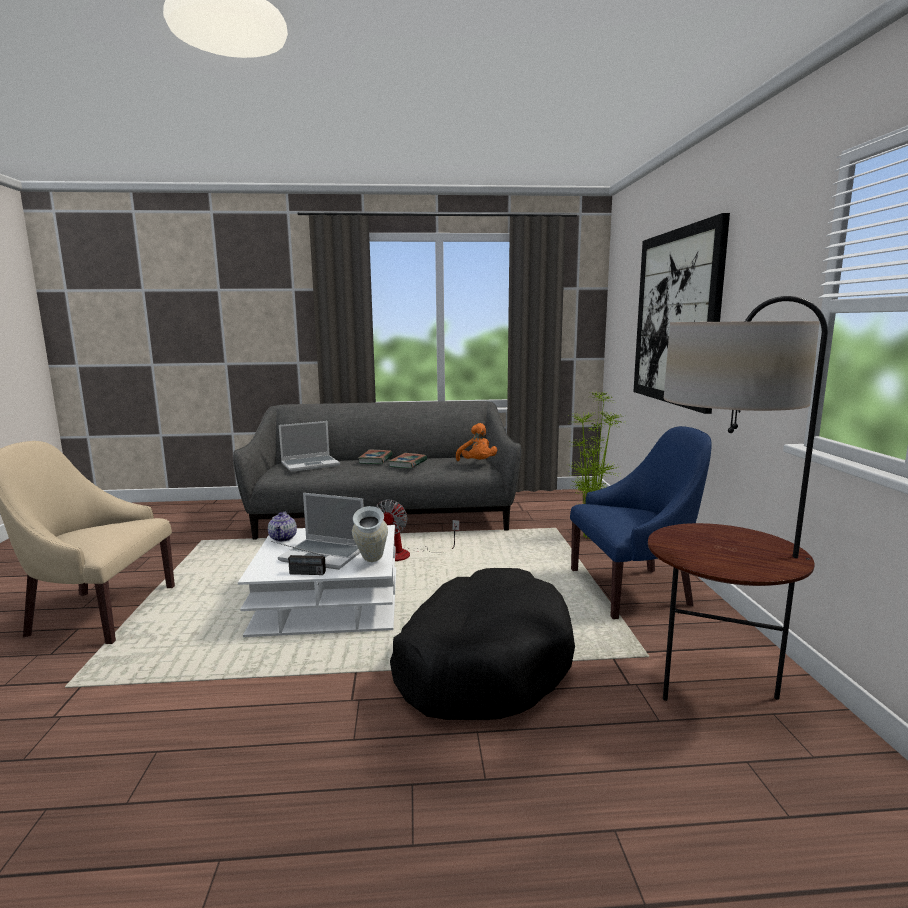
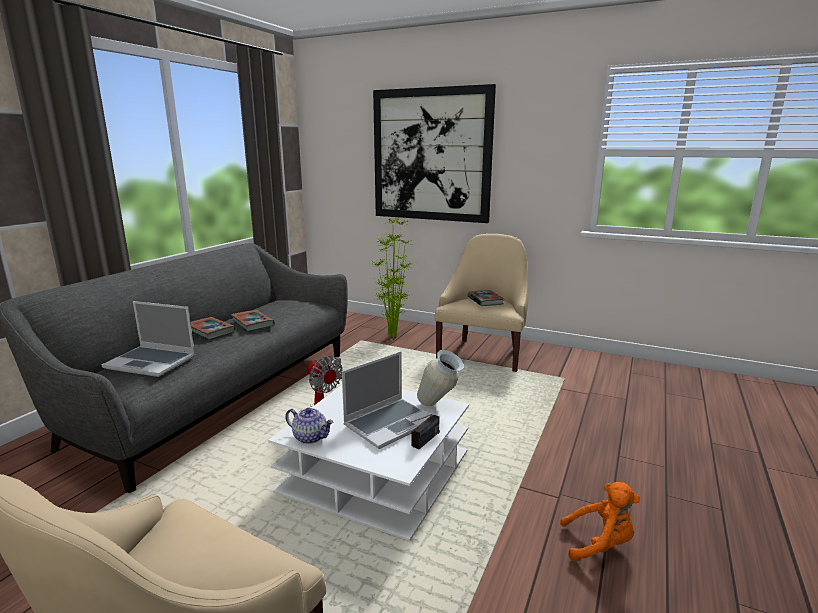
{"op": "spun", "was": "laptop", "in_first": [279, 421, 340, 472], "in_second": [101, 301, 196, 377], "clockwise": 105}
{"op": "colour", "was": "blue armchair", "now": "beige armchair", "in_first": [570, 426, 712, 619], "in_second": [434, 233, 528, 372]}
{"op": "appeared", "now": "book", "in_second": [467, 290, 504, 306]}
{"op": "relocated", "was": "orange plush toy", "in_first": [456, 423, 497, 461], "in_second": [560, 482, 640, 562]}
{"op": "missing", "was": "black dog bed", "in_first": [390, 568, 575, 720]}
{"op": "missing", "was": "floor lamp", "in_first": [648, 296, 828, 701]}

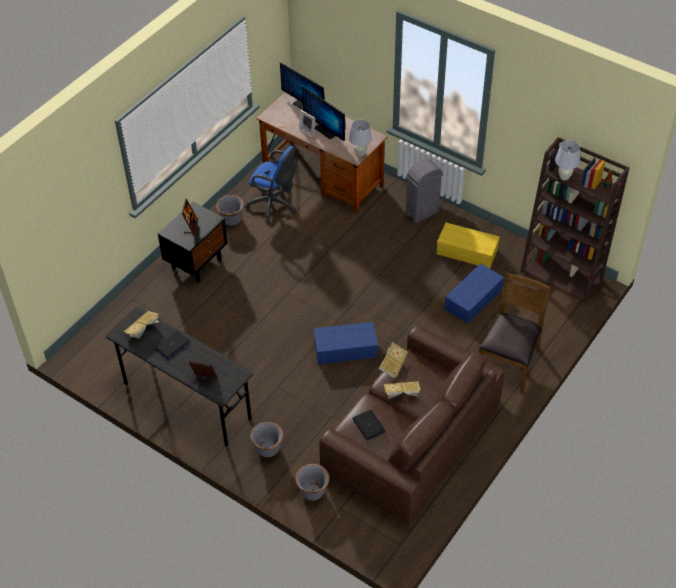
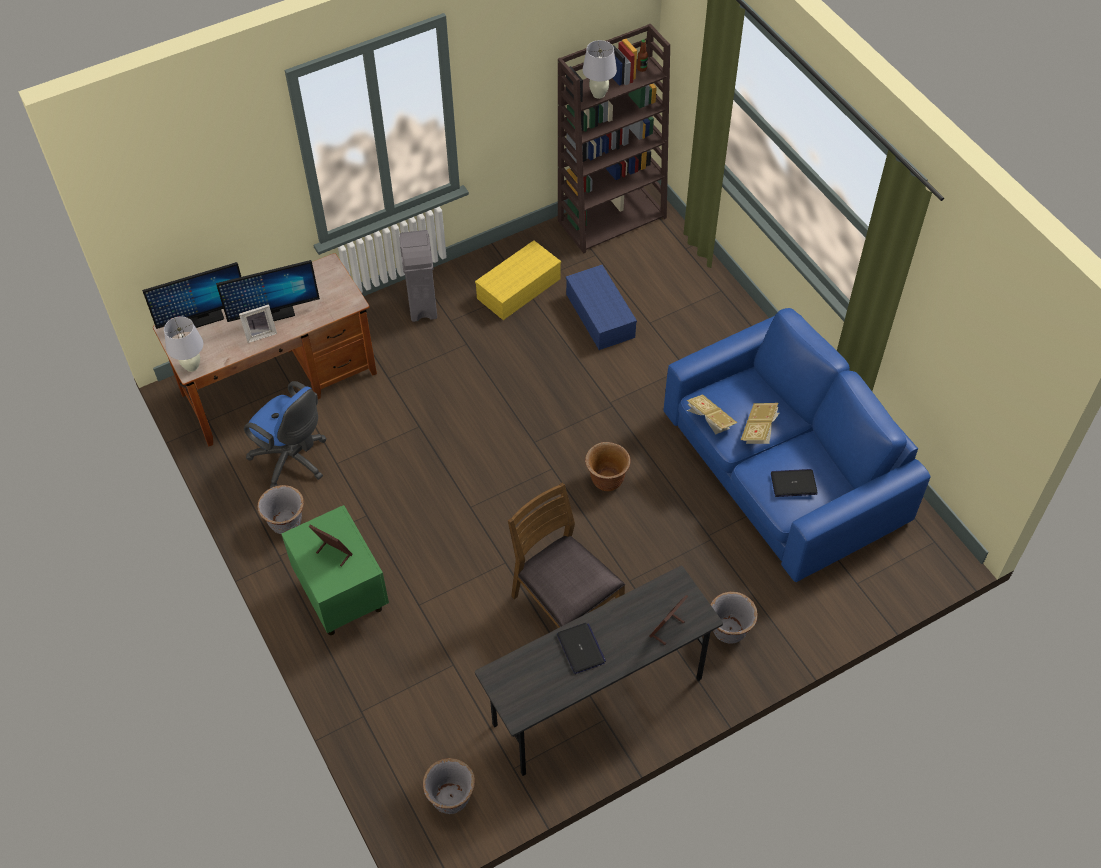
{"op": "relocated", "was": "white table lamp", "in_first": [349, 120, 372, 157], "in_second": [164, 317, 203, 372]}
{"op": "spun", "was": "blue office chair", "in_first": [245, 146, 296, 222], "in_second": [244, 381, 326, 488], "clockwise": 75}
{"op": "colour", "was": "black nightstand", "now": "green nightstand", "in_first": [158, 202, 228, 283], "in_second": [282, 505, 389, 635]}
{"op": "relocated", "was": "grey planter", "in_first": [295, 464, 330, 501], "in_second": [423, 758, 475, 814]}
{"op": "relocated", "was": "brown chair", "in_first": [479, 273, 551, 393], "in_second": [508, 483, 625, 628]}
{"op": "exchanged", "was": "blue storage box", "now": "brown planter", "in_first": [313, 322, 378, 364], "in_second": [585, 442, 630, 491]}
{"op": "colour", "was": "brown sofa", "now": "blue sofa", "in_first": [319, 325, 505, 524], "in_second": [664, 308, 931, 582]}
{"op": "missing", "was": "book", "in_first": [124, 311, 159, 339]}

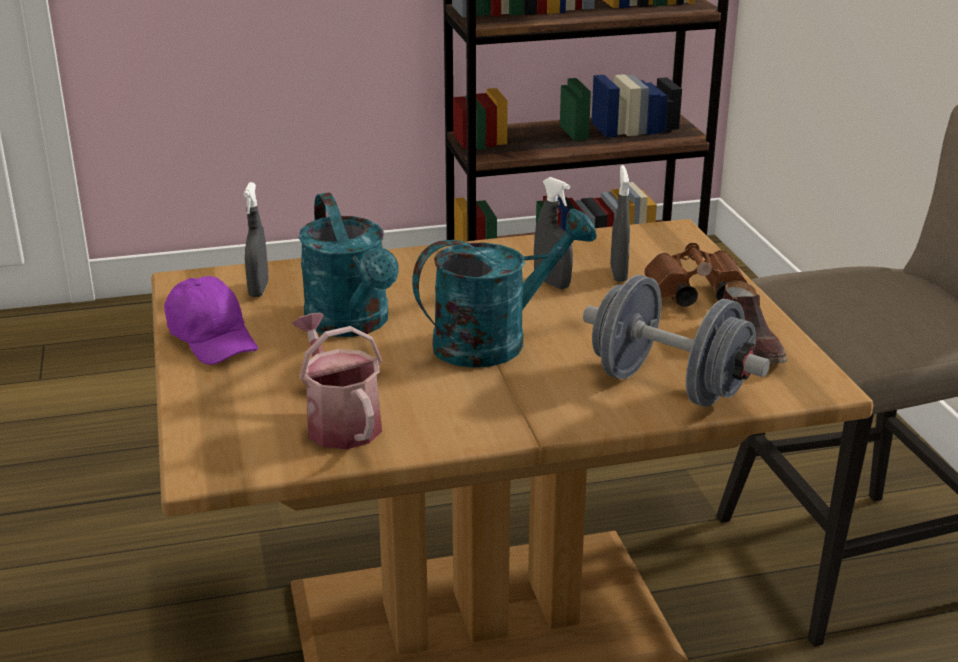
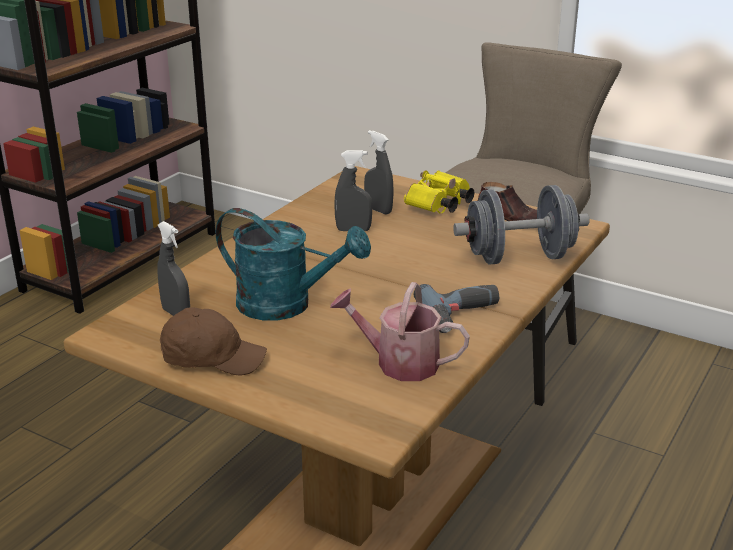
{"op": "colour", "was": "purple cap", "now": "brown cap", "in_first": [164, 276, 258, 365], "in_second": [160, 307, 267, 375]}
{"op": "colour", "was": "brown binoculars", "now": "yellow binoculars", "in_first": [644, 242, 747, 307], "in_second": [404, 170, 474, 213]}
{"op": "appeared", "now": "power drill", "in_second": [414, 284, 499, 333]}
{"op": "missing", "was": "turquoise watering can", "in_first": [412, 209, 597, 368]}

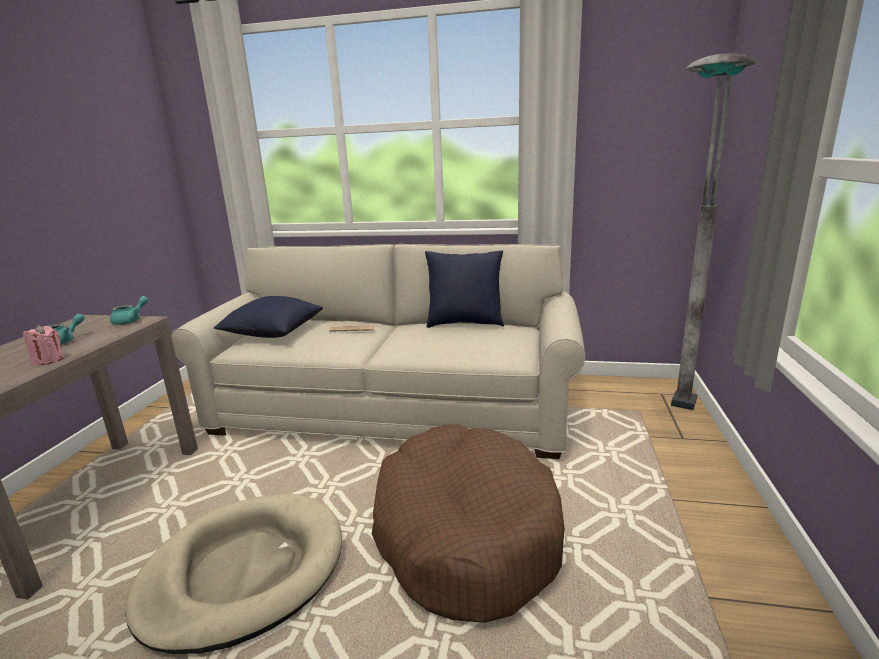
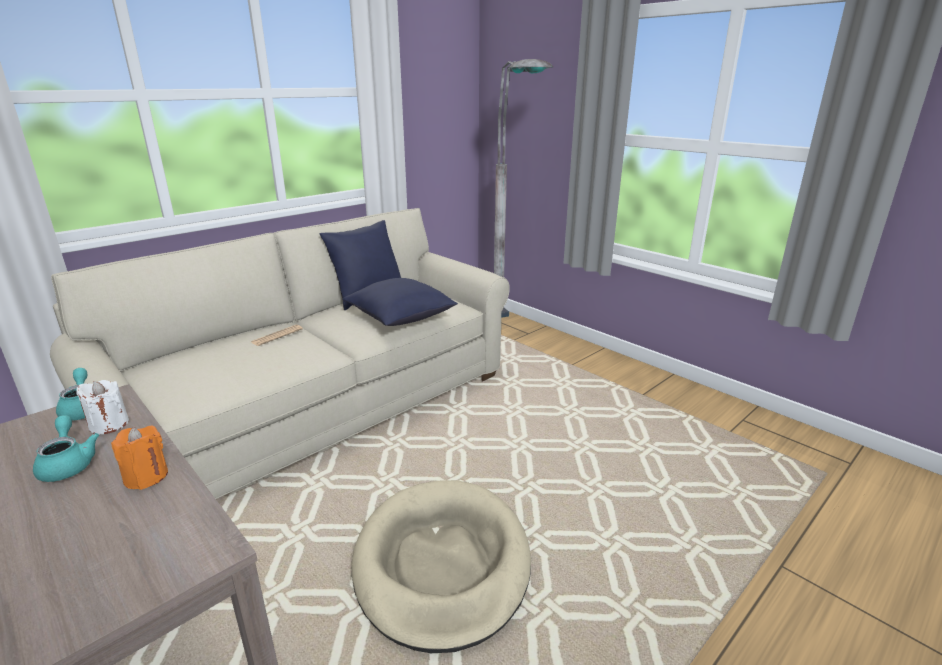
{"op": "appeared", "now": "white candle", "in_second": [76, 380, 129, 434]}
{"op": "colour", "was": "pink candle", "now": "orange candle", "in_first": [23, 325, 64, 365], "in_second": [111, 426, 168, 490]}
{"op": "relocated", "was": "blue pillow", "in_first": [214, 296, 323, 338], "in_second": [342, 278, 458, 326]}
{"op": "missing", "was": "brown dog bed", "in_first": [372, 424, 565, 623]}

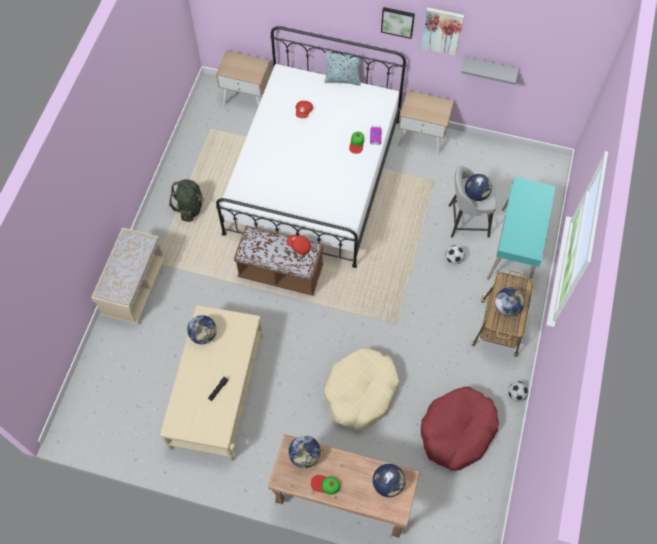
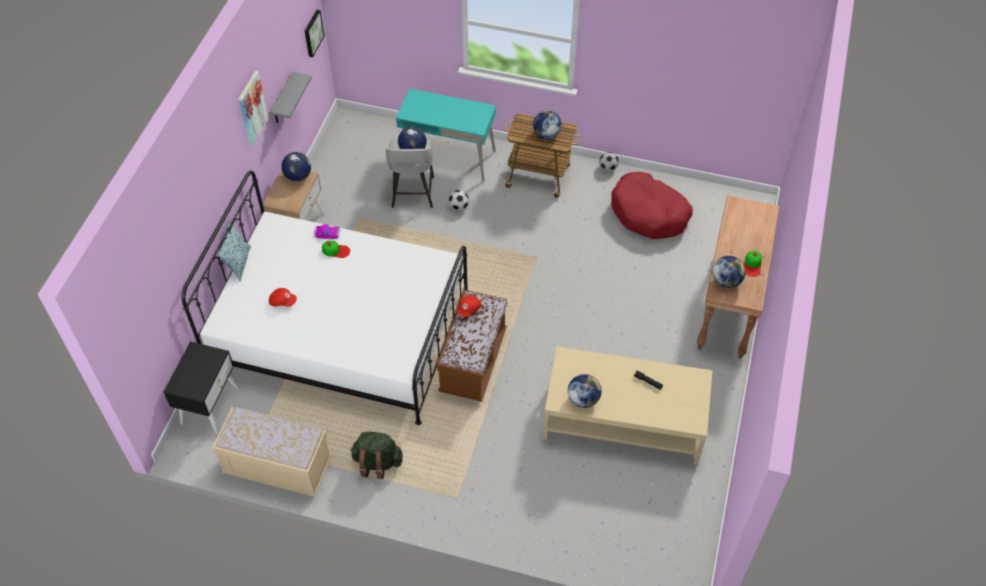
{"op": "colour", "was": "beige nightstand", "now": "black nightstand", "in_first": [216, 50, 271, 106], "in_second": [163, 342, 240, 434]}
{"op": "relocated", "was": "beige bench", "in_first": [91, 228, 165, 325], "in_second": [212, 407, 332, 497]}
{"op": "relocated", "was": "globe", "in_first": [373, 464, 405, 497], "in_second": [282, 152, 311, 181]}
{"op": "relocated", "was": "picture", "in_first": [381, 7, 415, 39], "in_second": [305, 10, 324, 57]}
{"op": "missing", "was": "beige dog bed", "in_first": [324, 347, 399, 430]}

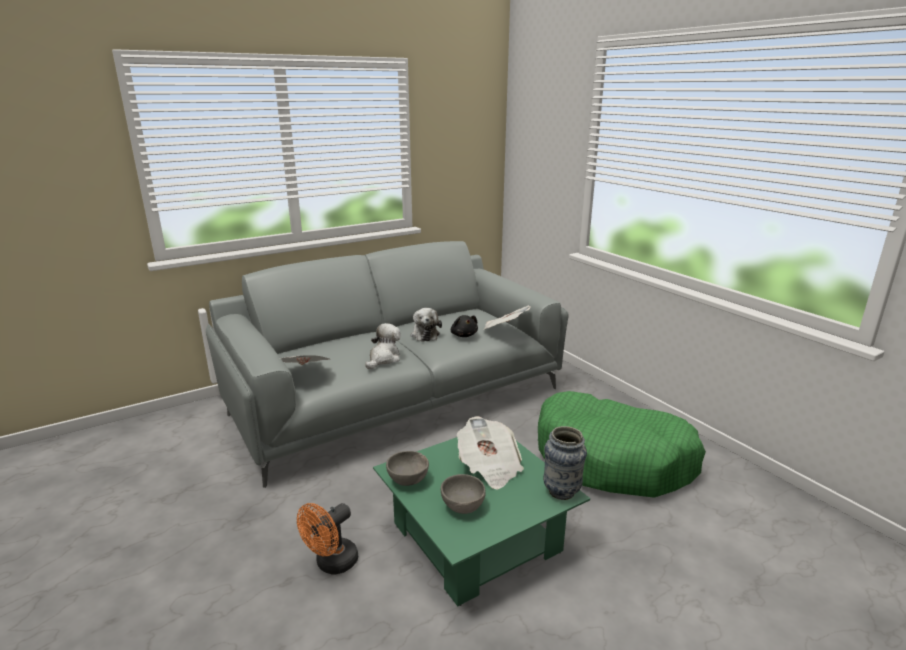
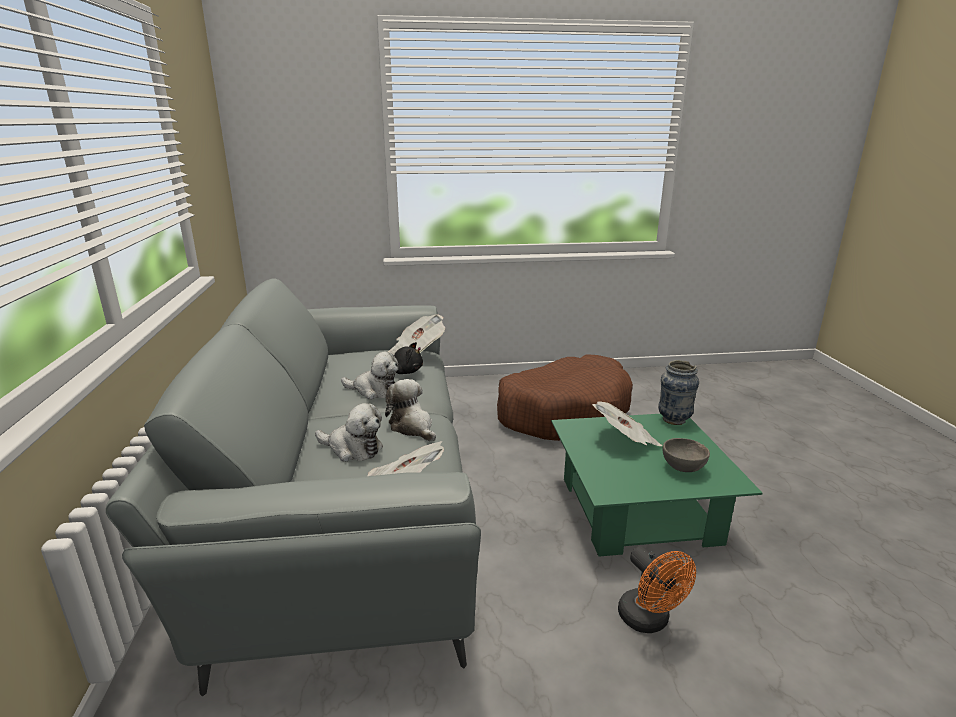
{"op": "appeared", "now": "plush toy", "in_second": [315, 403, 383, 462]}
{"op": "colour", "was": "green dog bed", "now": "brown dog bed", "in_first": [538, 391, 706, 498], "in_second": [497, 354, 633, 441]}
{"op": "missing", "was": "grey bowl", "in_first": [386, 451, 429, 486]}

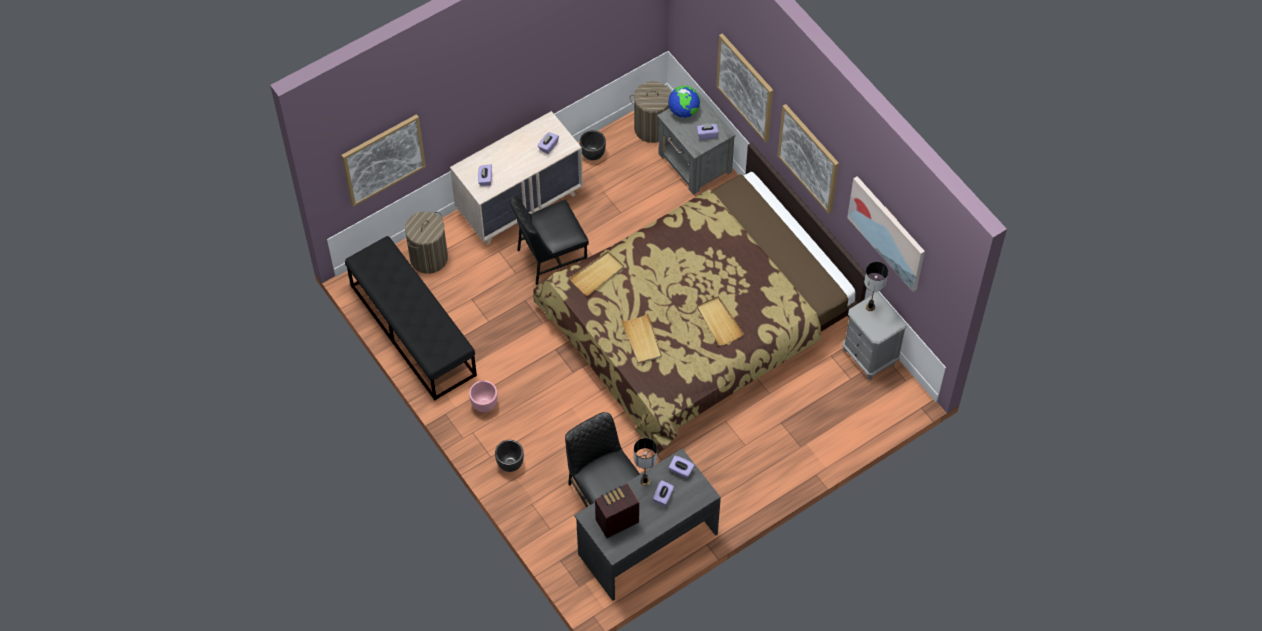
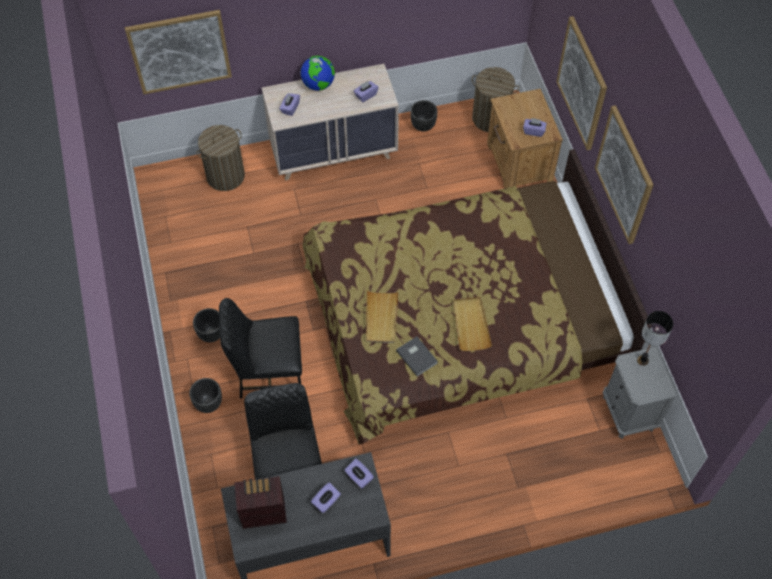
{"op": "colour", "was": "pink planter", "now": "black planter", "in_first": [469, 380, 498, 412], "in_second": [193, 308, 220, 342]}
{"op": "relocated", "was": "black chair", "in_first": [510, 196, 589, 285], "in_second": [219, 298, 302, 398]}
{"op": "relocated", "was": "globe", "in_first": [668, 86, 700, 118], "in_second": [300, 56, 335, 91]}
{"op": "appeared", "now": "grey book", "in_second": [396, 336, 438, 376]}
{"op": "colour", "was": "grey nightstand", "now": "brown nightstand", "in_first": [657, 92, 735, 195], "in_second": [487, 89, 563, 188]}
{"op": "missing", "was": "black bench", "in_first": [345, 236, 477, 400]}
{"op": "missing", "was": "beige tray", "in_first": [570, 251, 624, 296]}
{"op": "missing", "was": "table lamp", "in_first": [634, 438, 657, 486]}
{"op": "missing", "was": "picture", "in_first": [847, 176, 925, 291]}

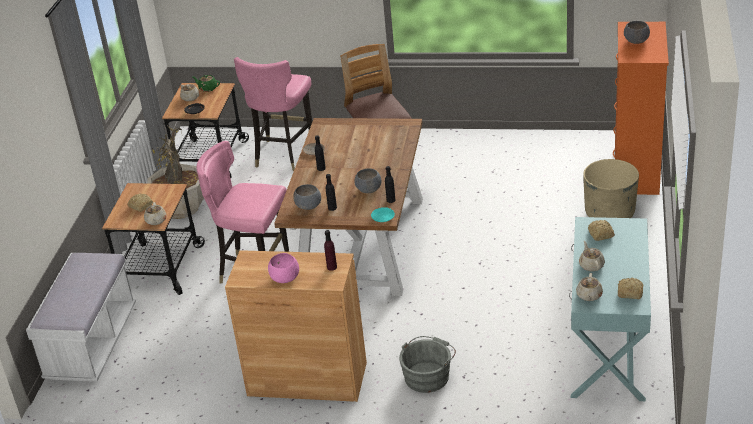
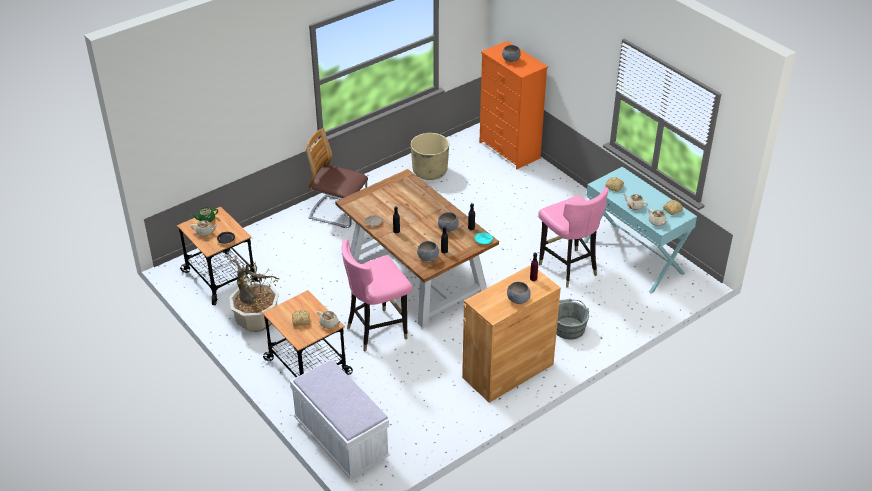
{"op": "relocated", "was": "beige planter", "in_first": [583, 159, 639, 218], "in_second": [411, 133, 449, 180]}
{"op": "colour", "was": "pink bowl", "now": "grey bowl", "in_first": [268, 253, 299, 283], "in_second": [507, 282, 531, 304]}
{"op": "relocated", "was": "pink chair", "in_first": [234, 57, 312, 171], "in_second": [538, 187, 608, 288]}

